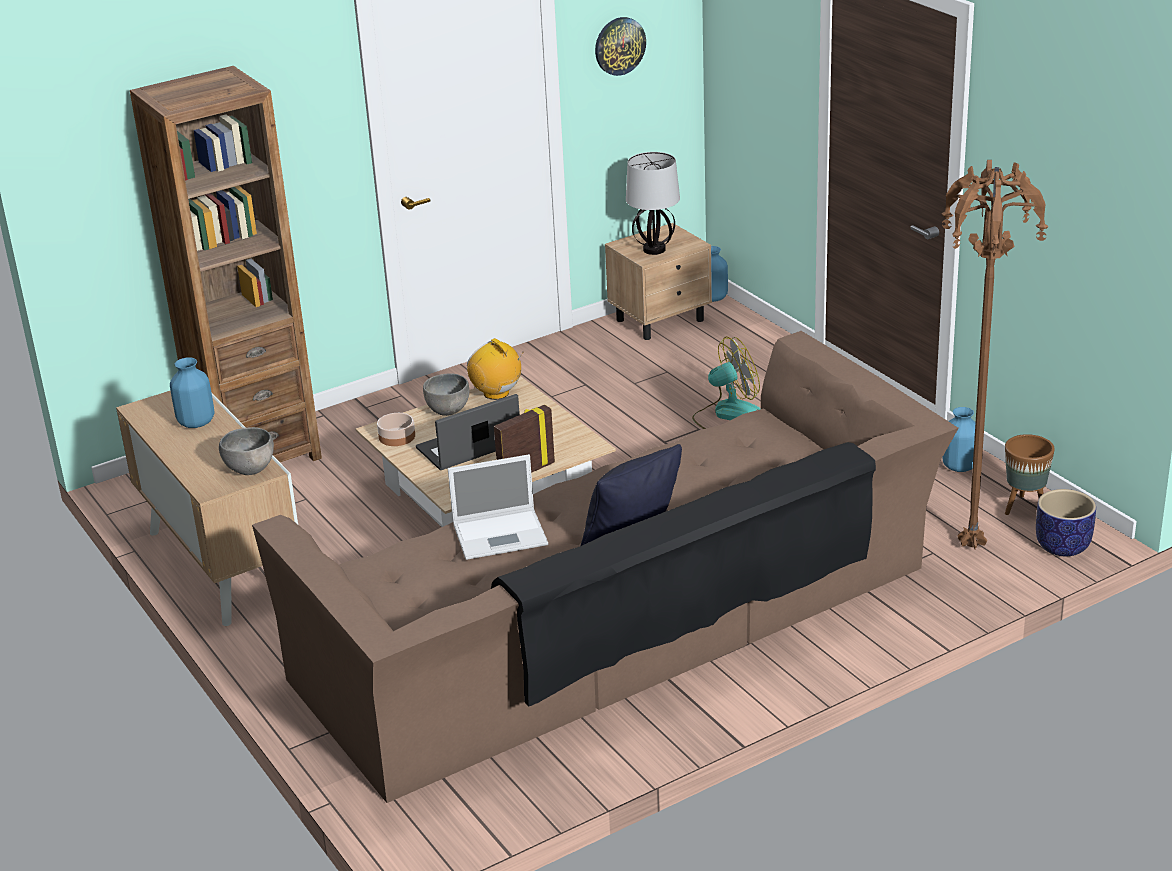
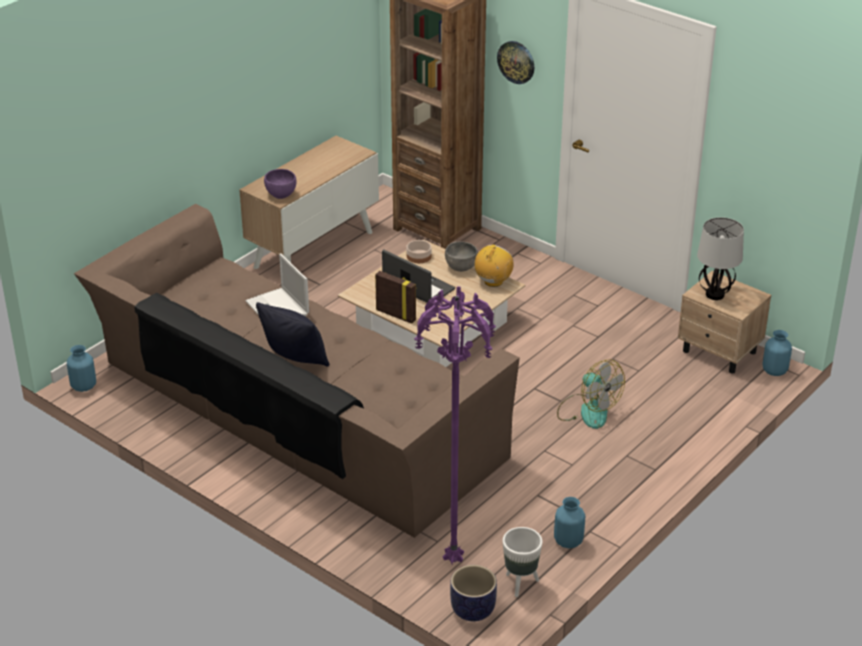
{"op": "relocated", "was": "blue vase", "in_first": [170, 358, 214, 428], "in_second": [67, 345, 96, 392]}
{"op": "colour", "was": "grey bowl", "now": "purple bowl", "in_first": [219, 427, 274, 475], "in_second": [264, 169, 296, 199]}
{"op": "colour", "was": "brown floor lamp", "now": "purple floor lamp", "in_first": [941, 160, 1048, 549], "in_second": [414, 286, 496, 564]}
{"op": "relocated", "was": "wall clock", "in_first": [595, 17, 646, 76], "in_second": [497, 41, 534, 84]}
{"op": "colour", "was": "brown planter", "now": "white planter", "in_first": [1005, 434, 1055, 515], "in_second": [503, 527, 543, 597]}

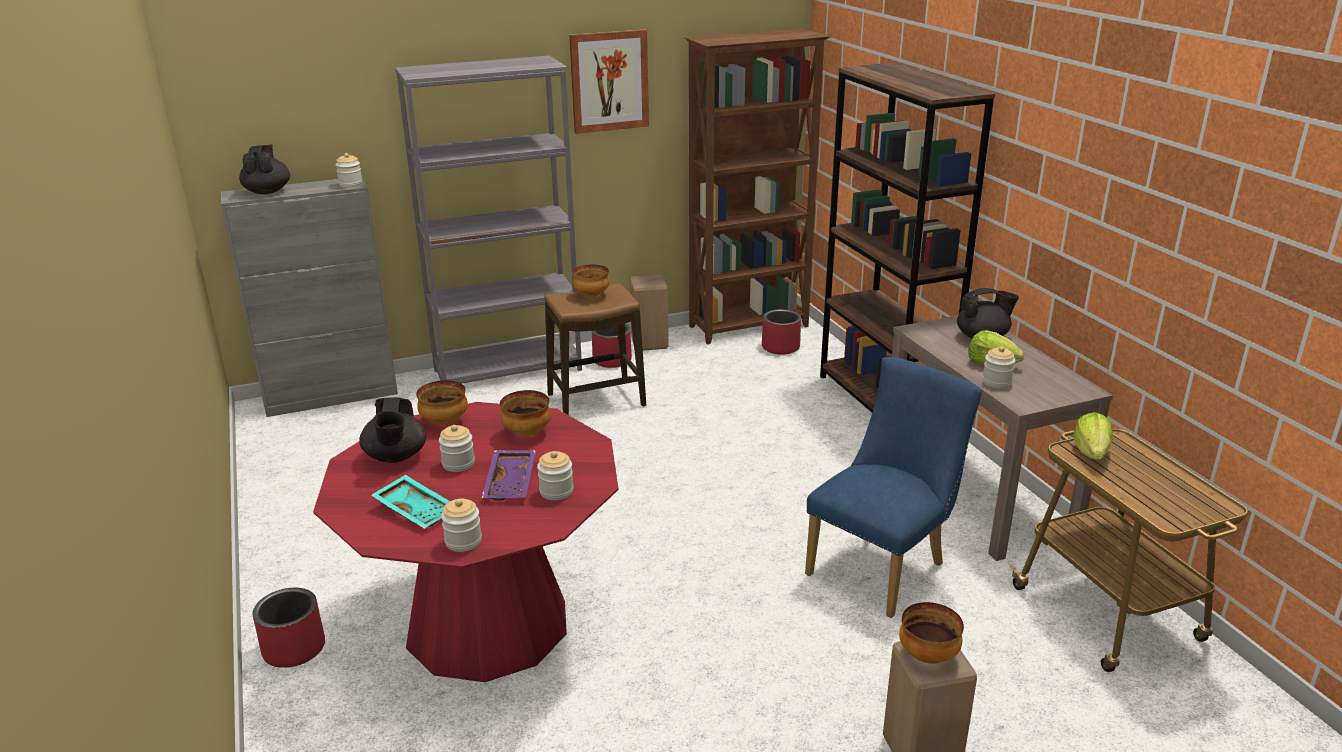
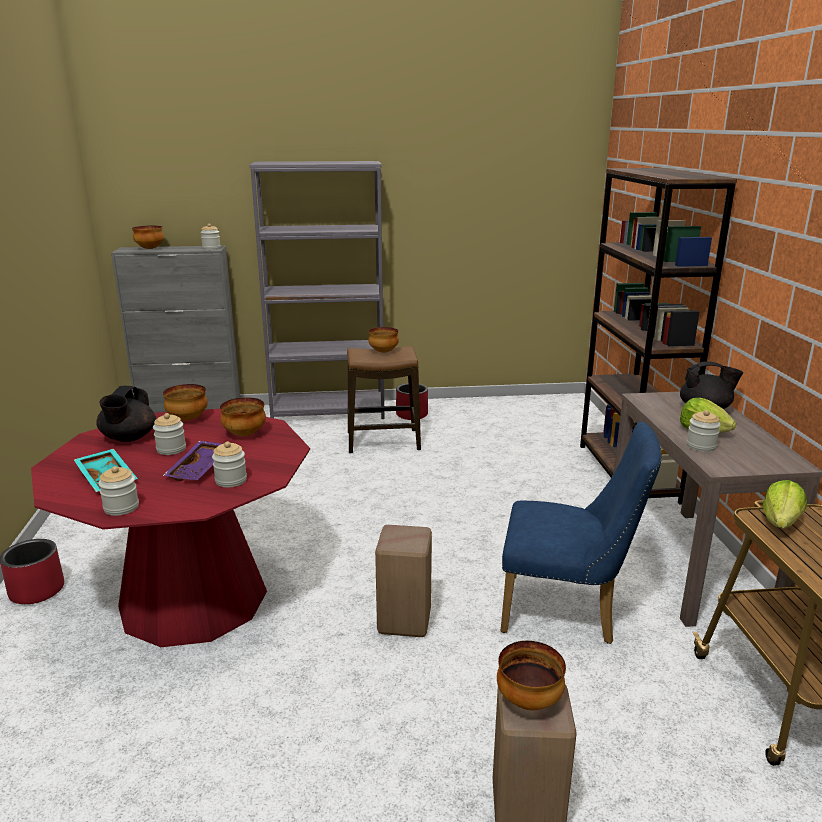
{"op": "exchanged", "was": "black teapot", "now": "bowl", "in_first": [239, 144, 290, 194], "in_second": [132, 225, 164, 249]}
{"op": "relocated", "was": "beige stool", "in_first": [630, 274, 669, 350], "in_second": [375, 525, 432, 637]}
{"op": "spun", "was": "blue chair", "in_first": [805, 357, 982, 618], "in_second": [501, 422, 662, 644], "clockwise": 45}
{"op": "missing", "was": "picture", "in_first": [569, 30, 649, 134]}
{"op": "missing", "was": "brown bookcase", "in_first": [685, 29, 830, 345]}
{"op": "missing", "was": "red planter", "in_first": [762, 309, 801, 355]}

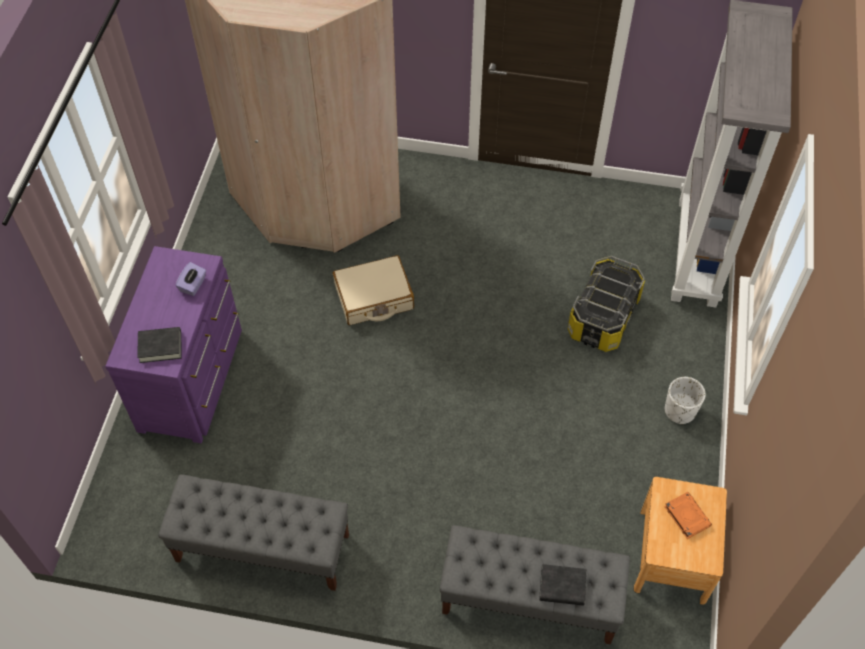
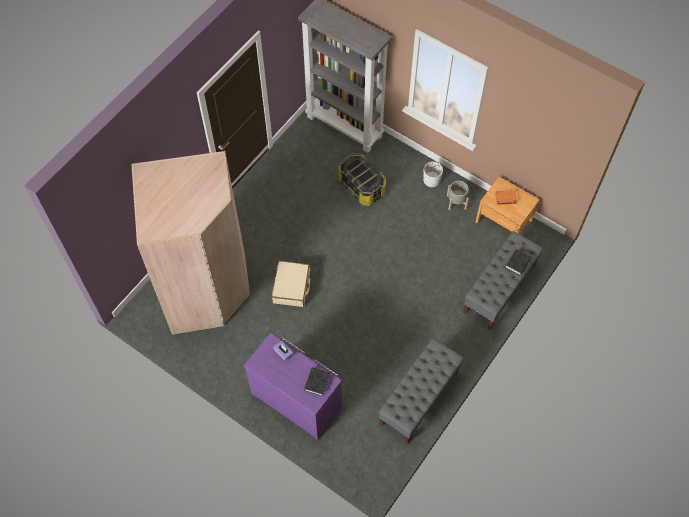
{"op": "appeared", "now": "grey planter", "in_second": [447, 181, 469, 210]}

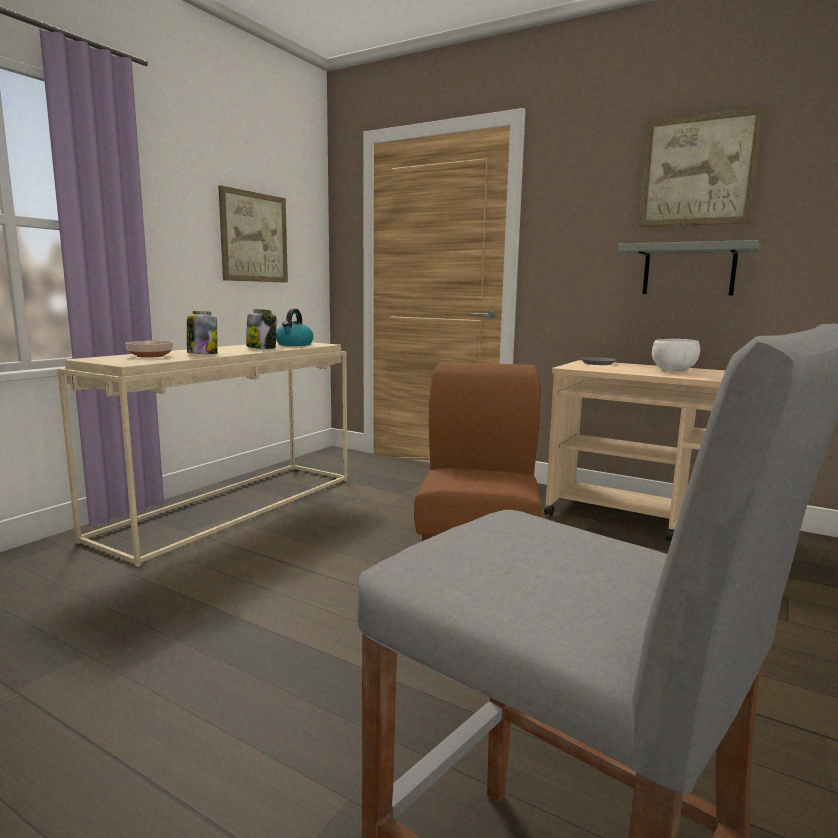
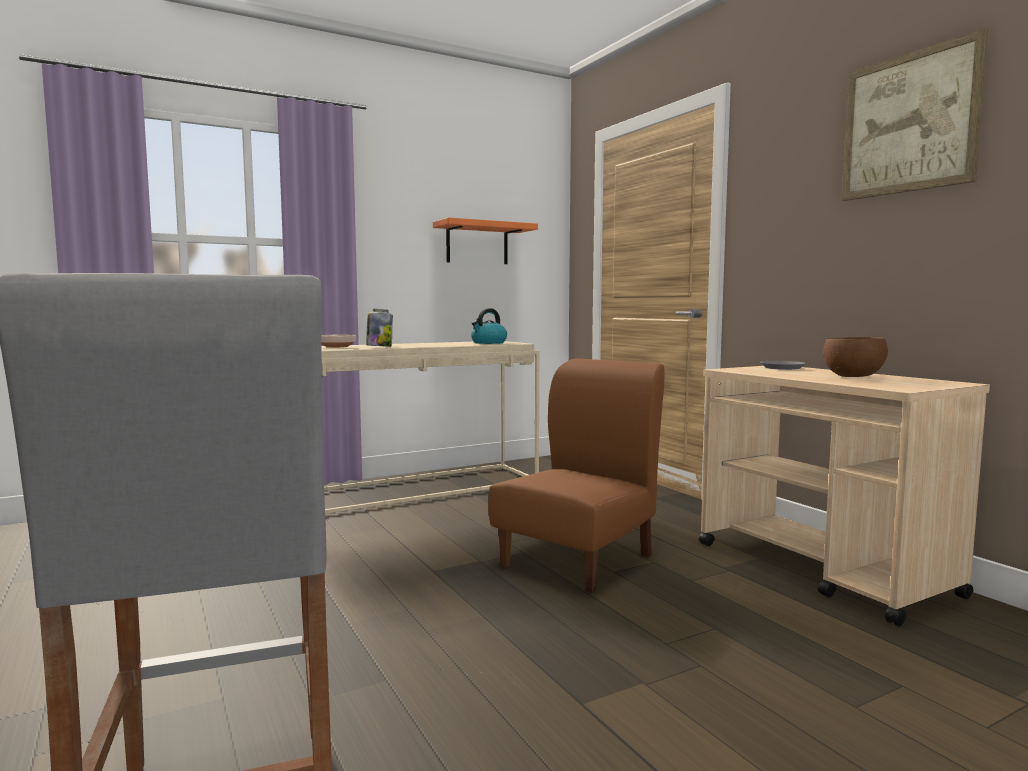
{"op": "exchanged", "was": "picture", "now": "orange shelf", "in_first": [218, 186, 288, 283], "in_second": [433, 218, 538, 264]}
{"op": "colour", "was": "white bowl", "now": "brown bowl", "in_first": [652, 339, 700, 371], "in_second": [823, 337, 888, 377]}
{"op": "missing", "was": "jar", "in_first": [246, 309, 277, 349]}
{"op": "missing", "was": "grey shelf", "in_first": [618, 240, 760, 295]}

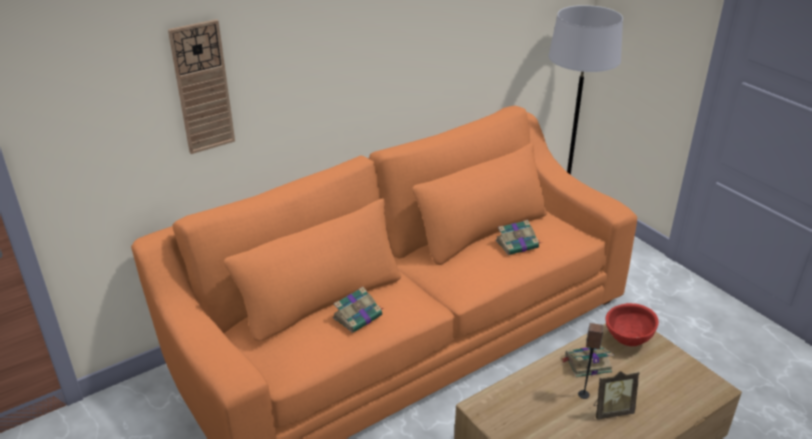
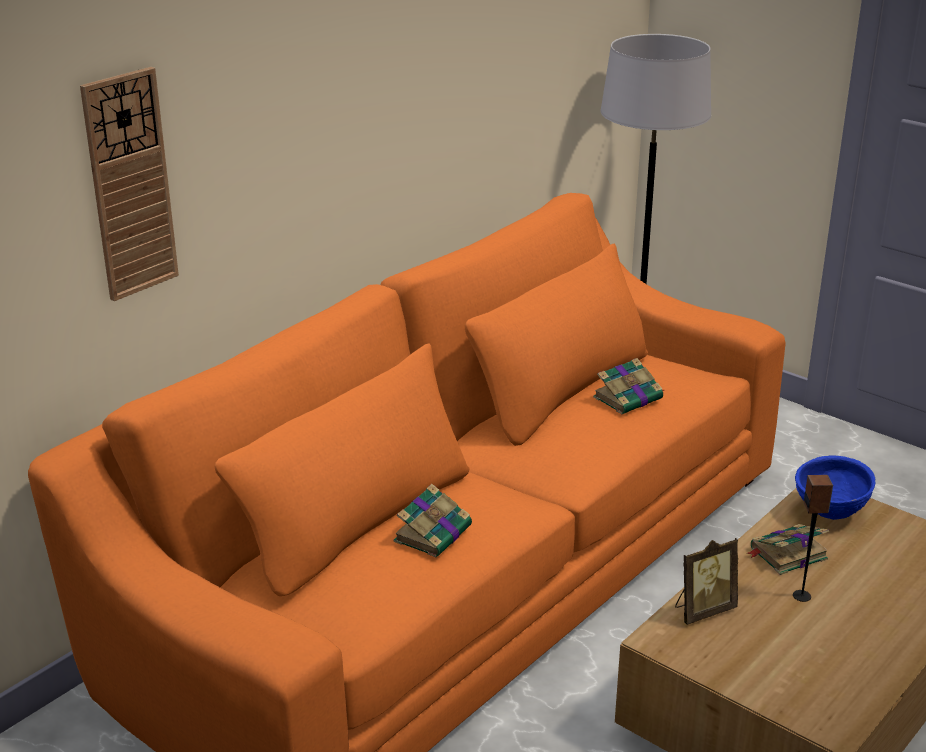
{"op": "relocated", "was": "picture frame", "in_first": [594, 371, 639, 420], "in_second": [675, 538, 738, 625]}
{"op": "colour", "was": "red bowl", "now": "blue bowl", "in_first": [605, 303, 659, 346], "in_second": [795, 456, 875, 520]}

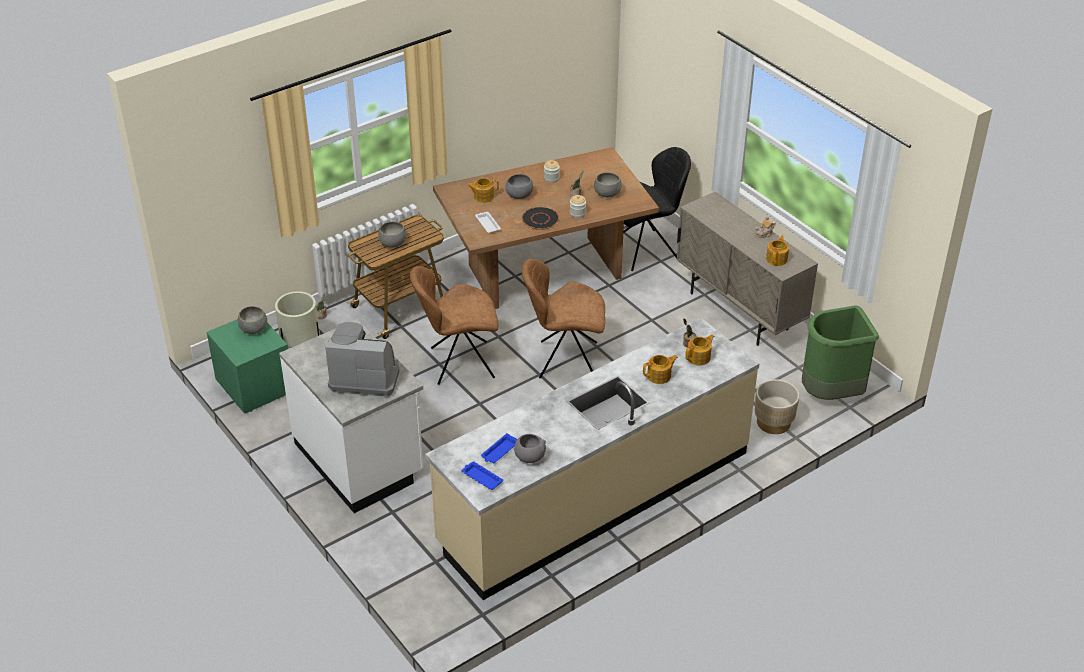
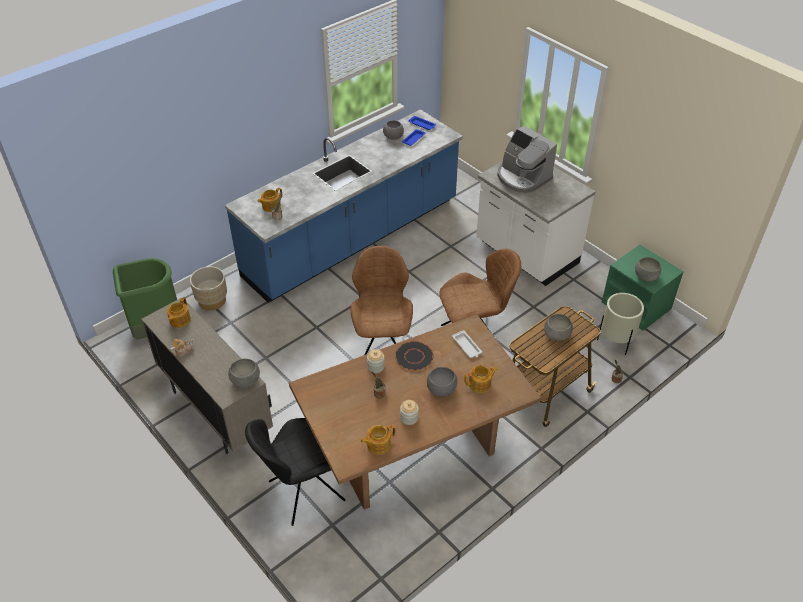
{"op": "colour", "was": "beige counter", "now": "blue counter", "in_first": [425, 318, 759, 600], "in_second": [225, 109, 463, 303]}
{"op": "relocated", "was": "grey bowl", "in_first": [594, 172, 622, 197], "in_second": [228, 359, 260, 388]}
{"op": "spun", "was": "brown chair", "in_first": [522, 259, 605, 379], "in_second": [350, 246, 413, 355], "clockwise": -90}
{"op": "relocated", "was": "teapot", "in_first": [643, 355, 678, 384], "in_second": [361, 425, 395, 454]}
{"op": "spun", "was": "coffee machine", "in_first": [325, 322, 400, 397], "in_second": [497, 126, 557, 194], "clockwise": 45}

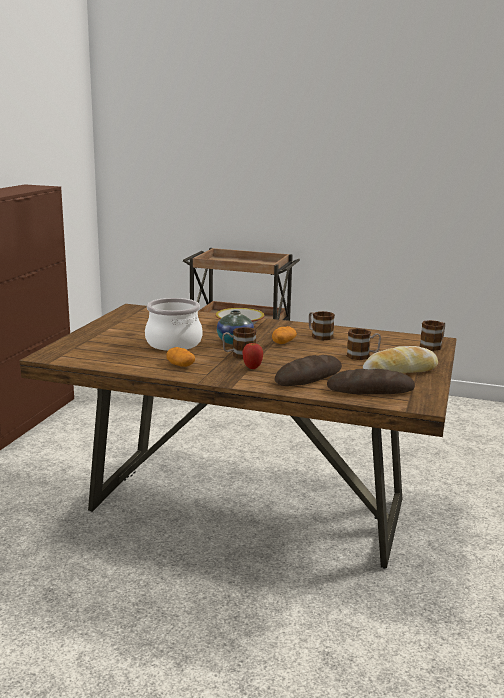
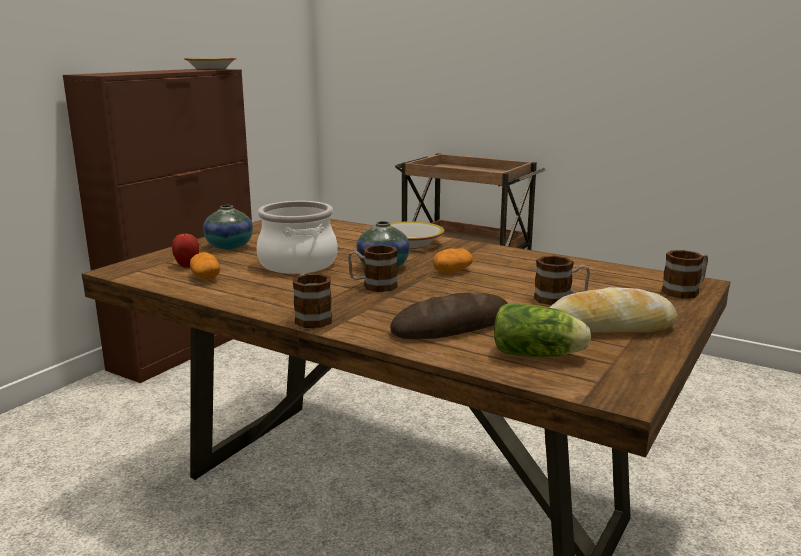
{"op": "relocated", "was": "apple", "in_first": [242, 343, 263, 369], "in_second": [172, 234, 199, 268]}
{"op": "appeared", "now": "bowl", "in_second": [184, 57, 236, 70]}
{"op": "relocated", "was": "potato", "in_first": [166, 347, 195, 367], "in_second": [190, 252, 220, 279]}
{"op": "appeared", "now": "vase", "in_second": [203, 205, 253, 249]}
{"op": "relocated", "was": "mug", "in_first": [309, 311, 335, 341], "in_second": [293, 274, 332, 328]}
{"op": "exchanged", "was": "bread", "now": "lettuce", "in_first": [327, 369, 415, 394], "in_second": [494, 303, 591, 357]}

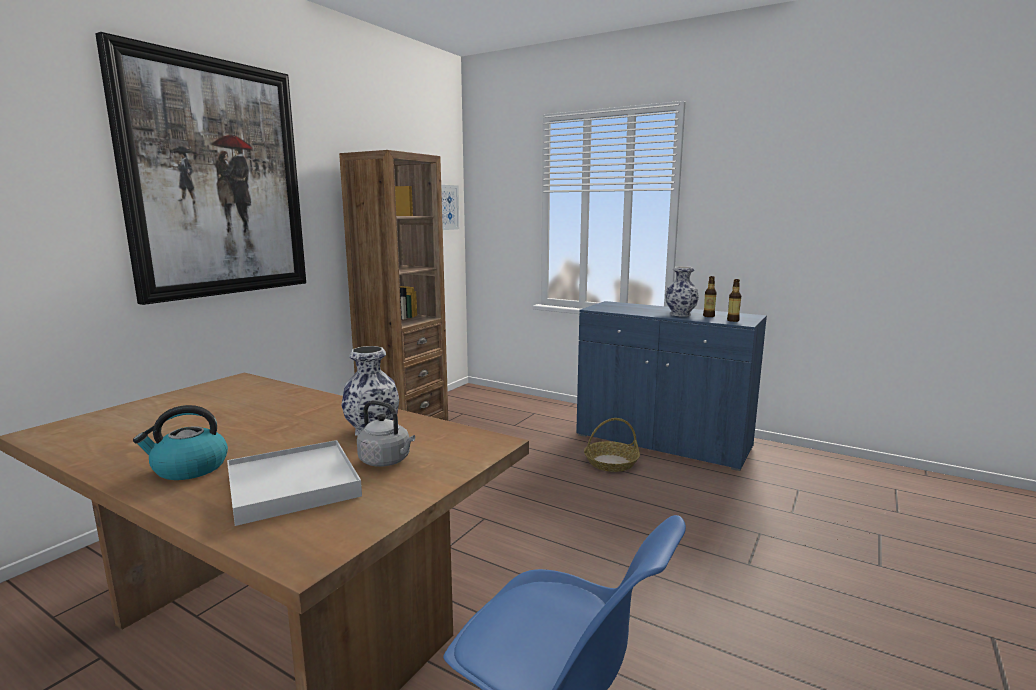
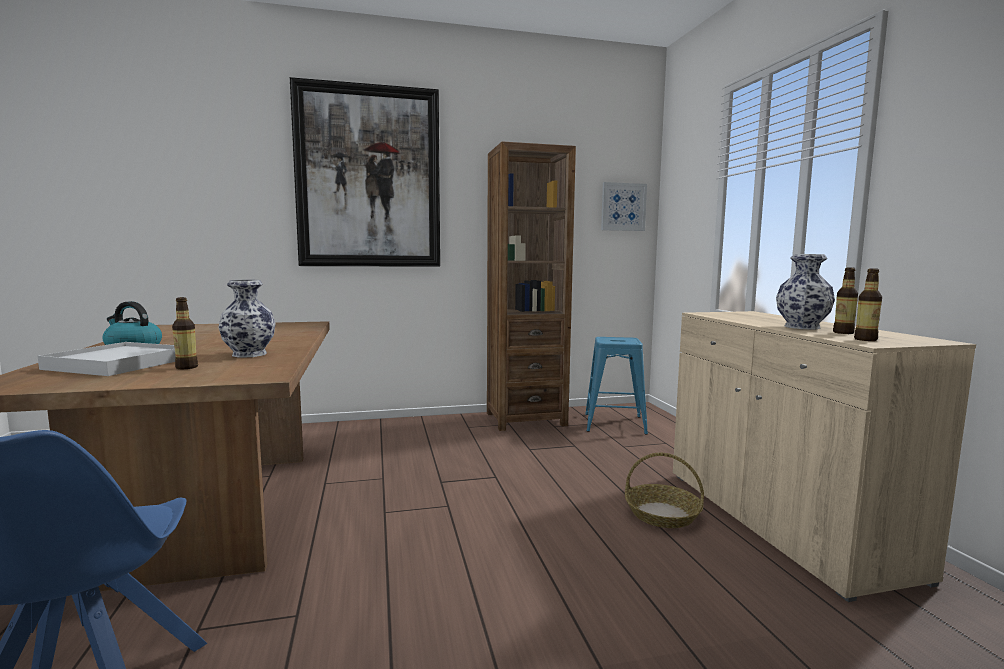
{"op": "exchanged", "was": "grey kettle", "now": "bottle", "in_first": [357, 400, 415, 467], "in_second": [172, 297, 198, 369]}
{"op": "appeared", "now": "blue stool", "in_second": [585, 337, 648, 435]}
{"op": "colour", "was": "blue cabinet", "now": "beige cabinet", "in_first": [576, 301, 767, 471], "in_second": [673, 311, 976, 602]}

